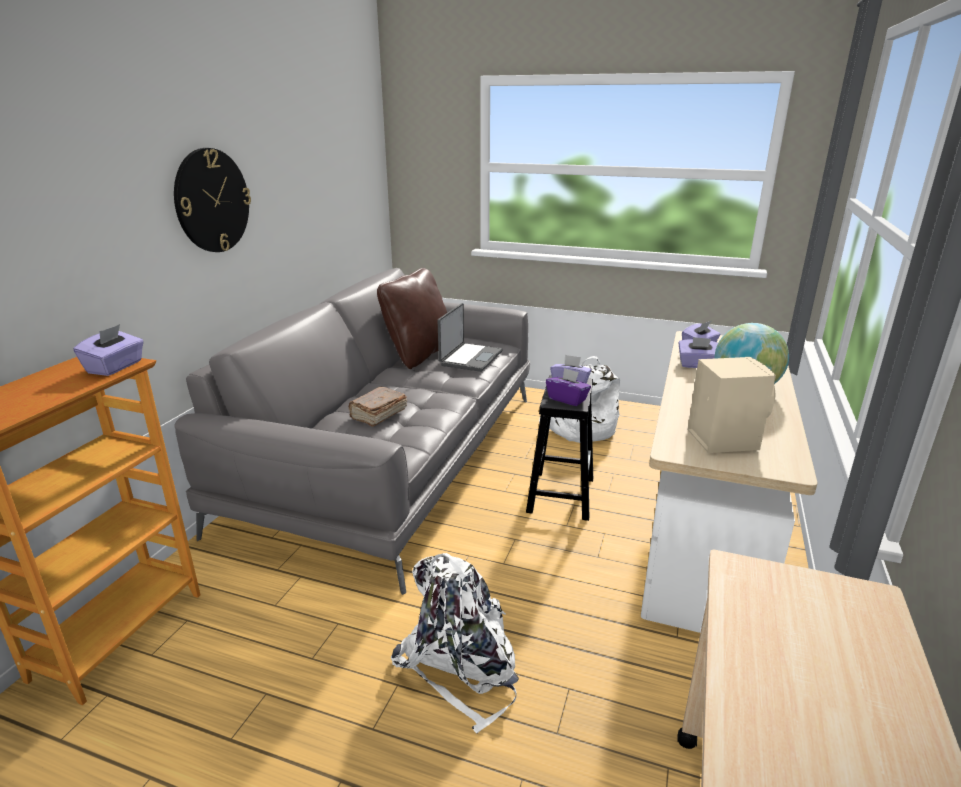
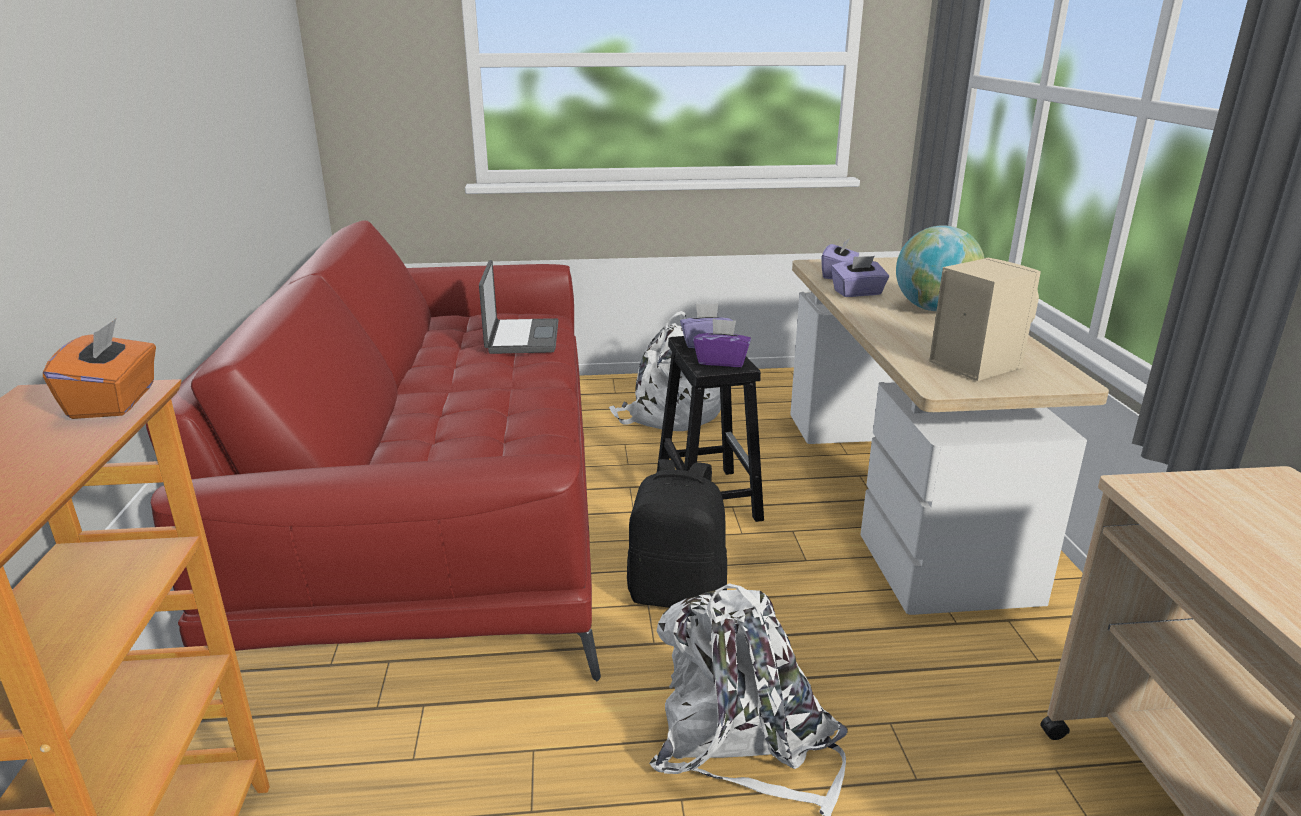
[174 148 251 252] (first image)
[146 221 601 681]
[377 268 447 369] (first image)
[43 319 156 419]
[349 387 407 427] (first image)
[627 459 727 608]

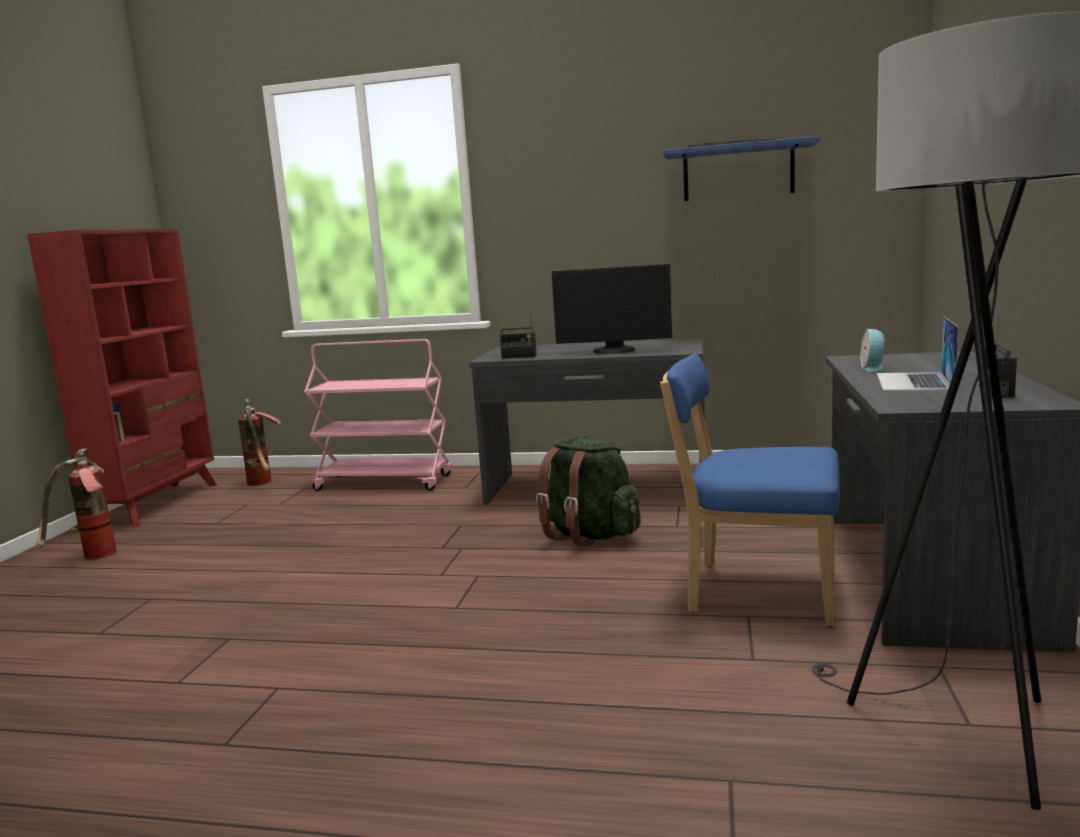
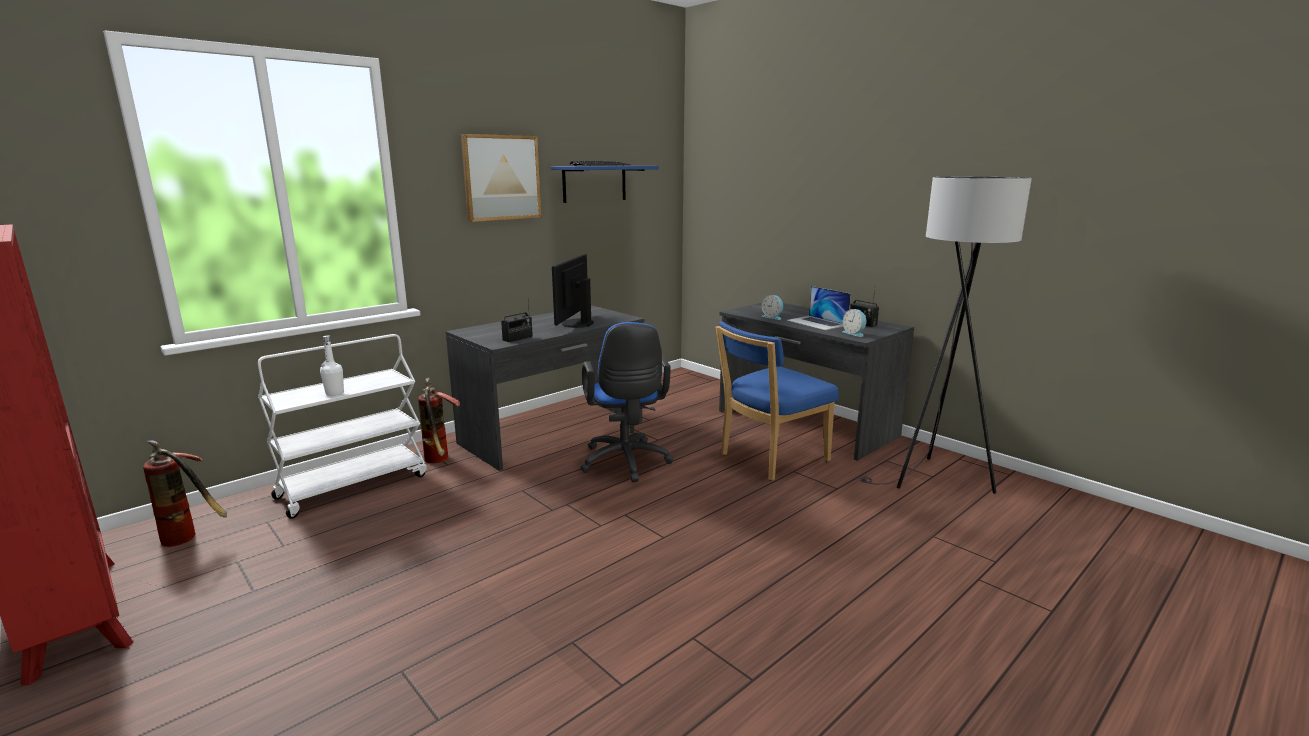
[552 254 594 328]
[258 334 427 519]
[580 322 673 482]
[418 378 460 463]
[461 134 541 222]
[842 309 866 337]
[320 335 344 396]

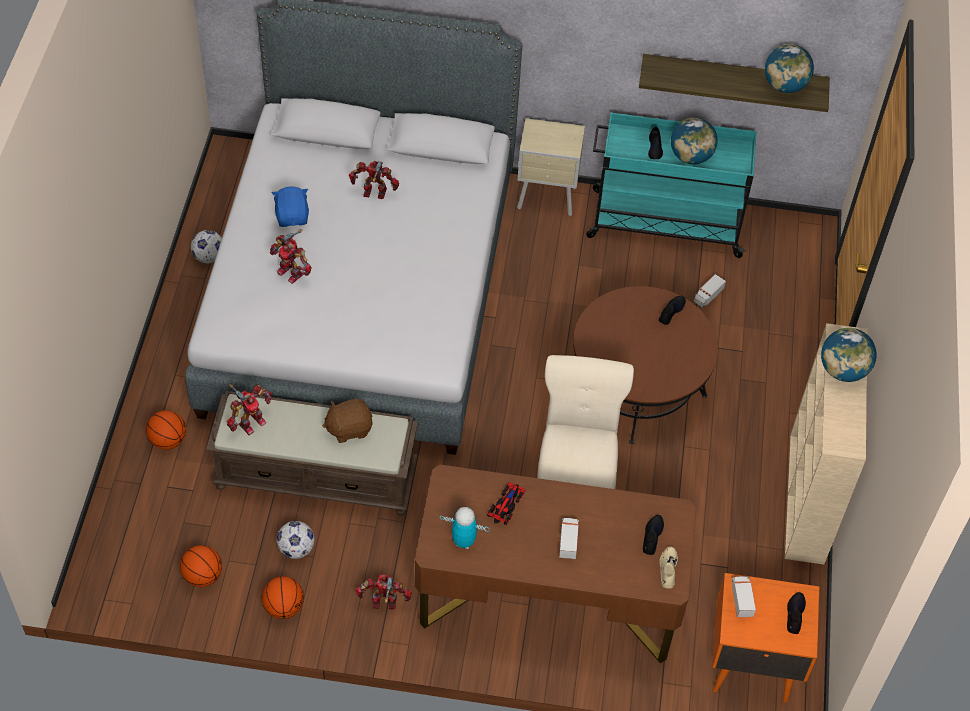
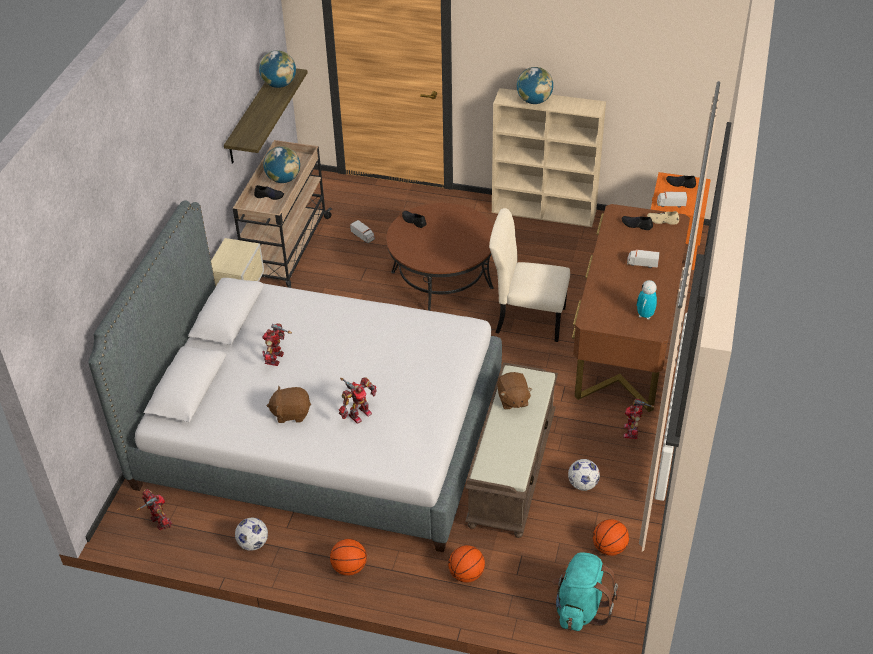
[233 140 332 288]
[267 385 311 423]
[137 489 172 530]
[487 482 526 525] (first image)
[330 539 367 576]
[553 552 618 631]

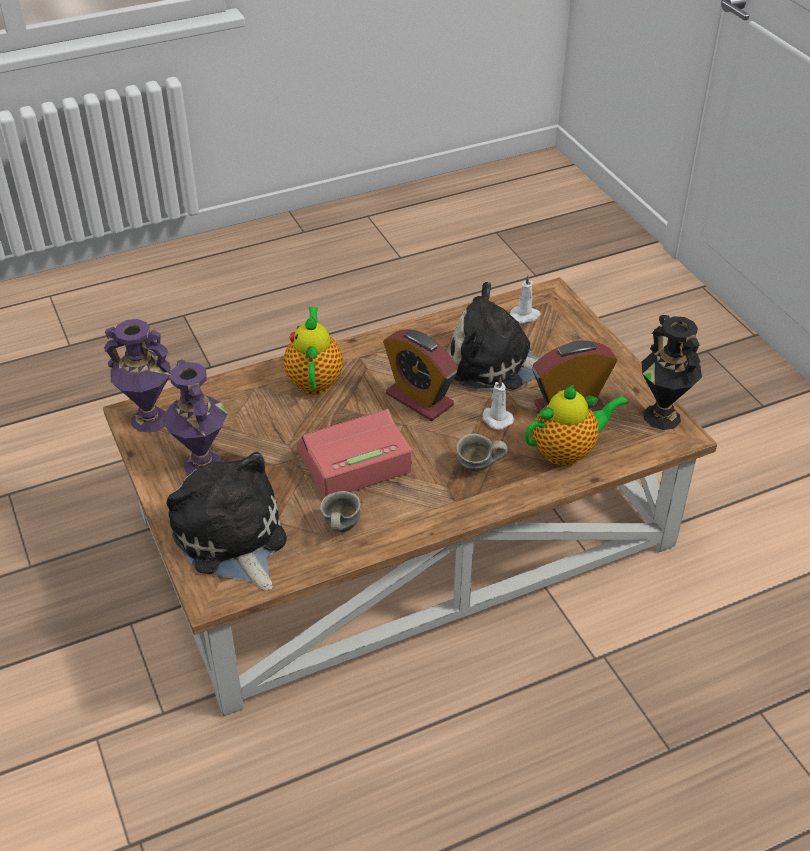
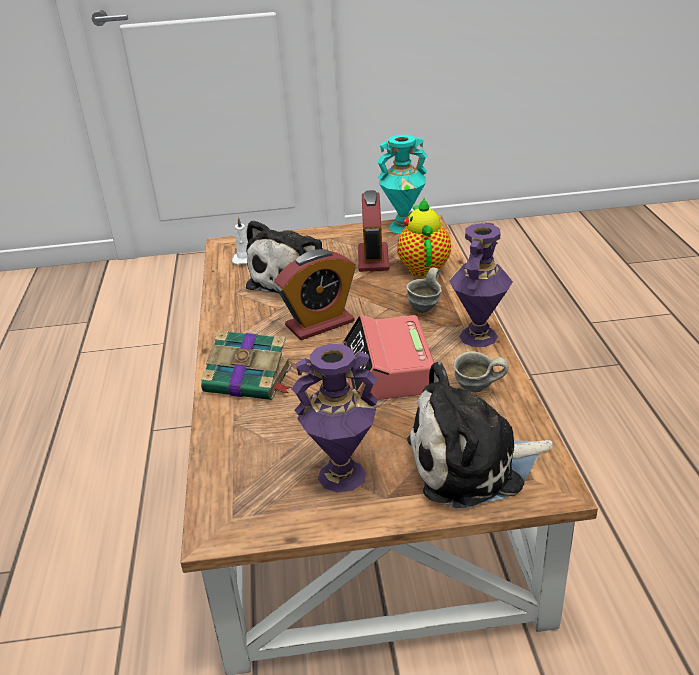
[201 330 292 400]
[377 135 427 233]
[449 223 513 347]
[482 376 514 430] (first image)

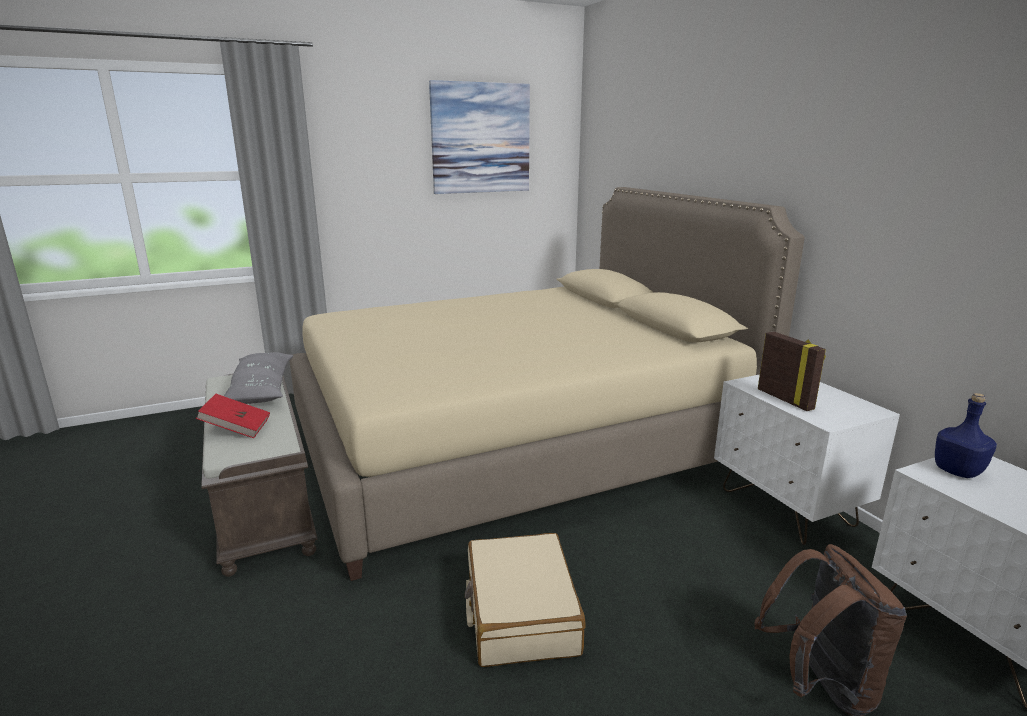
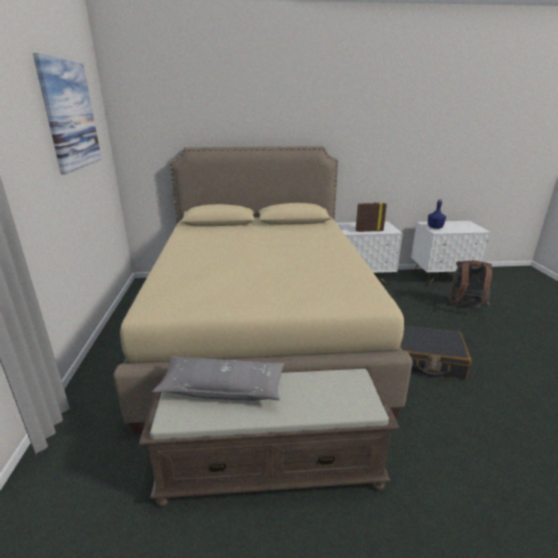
[196 394 270 438] (first image)
[400 325 471 379]

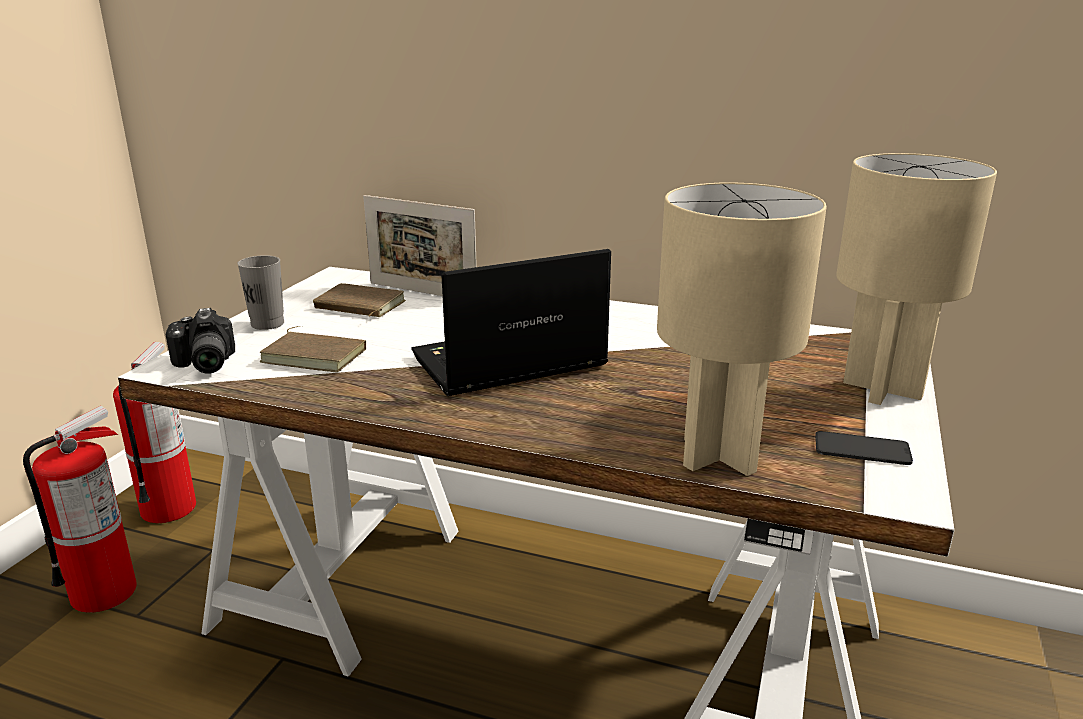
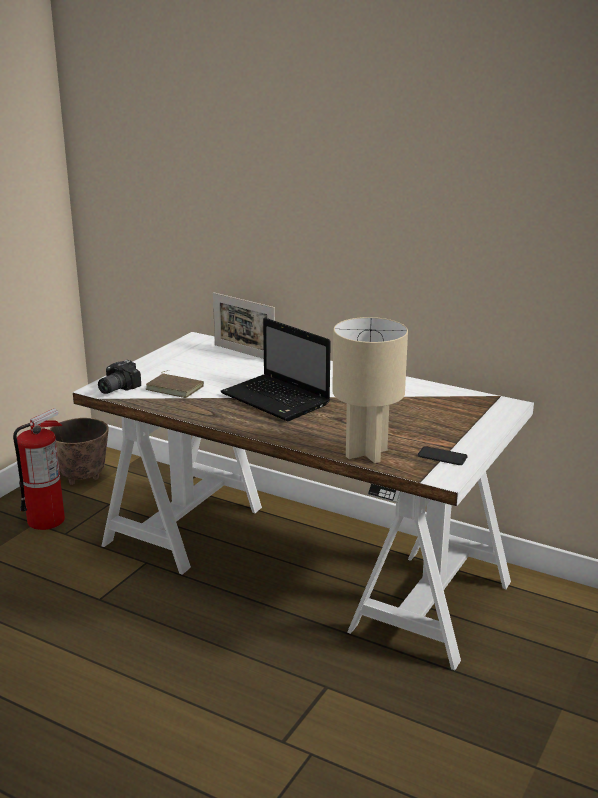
[836 153 997 405] (first image)
[220 318 331 421]
[237 255 284 330] (first image)
[313 283 406 317] (first image)
[98 360 141 394]
[49 418 109 485]

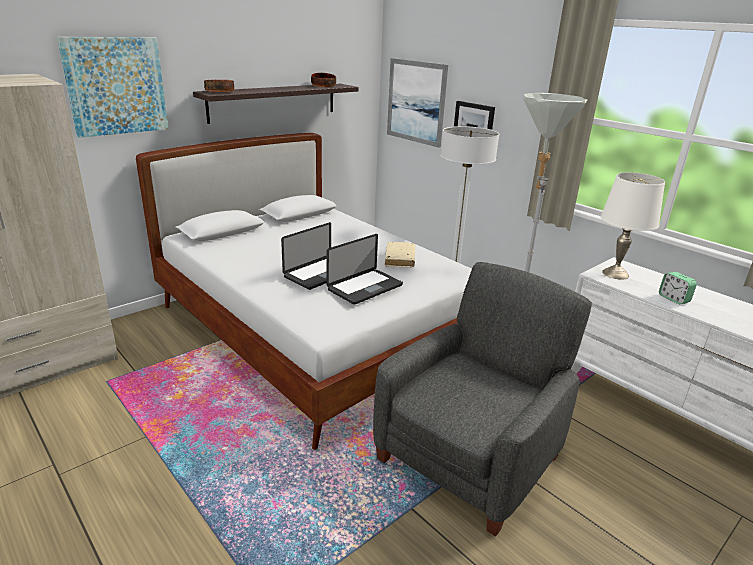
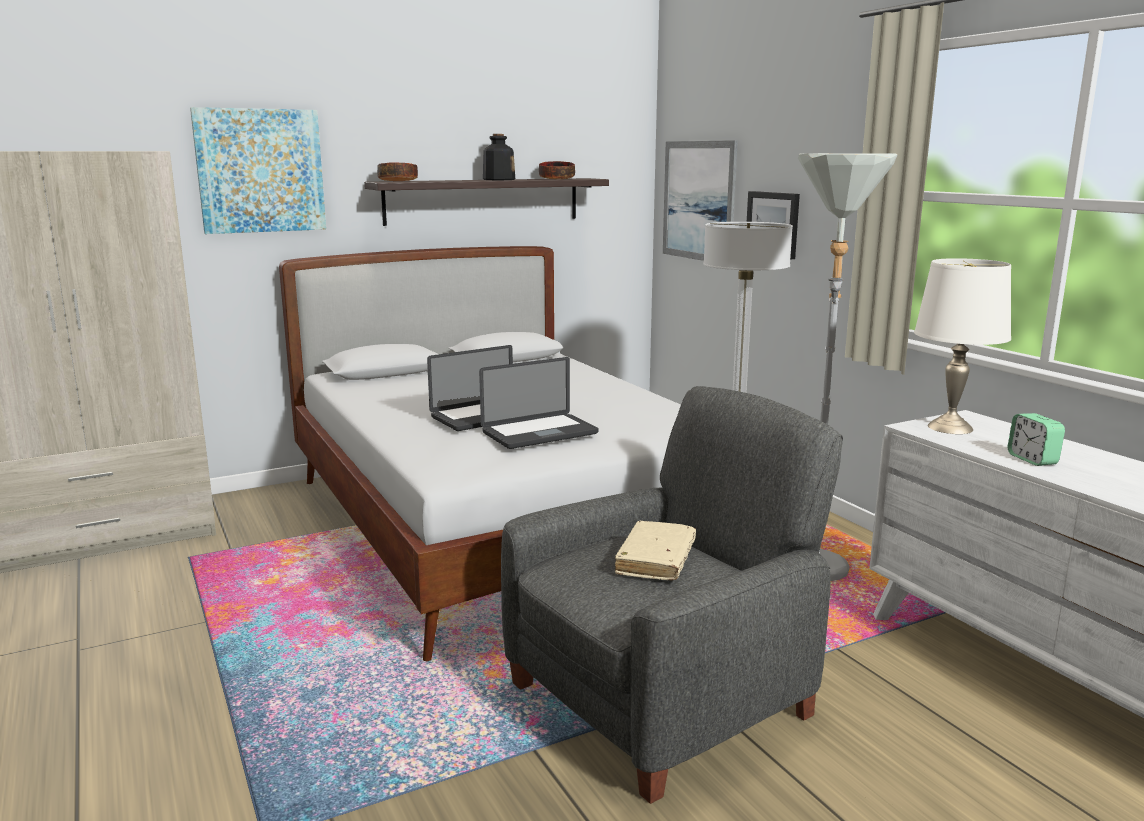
[615 521 696 580]
[483 134 515 180]

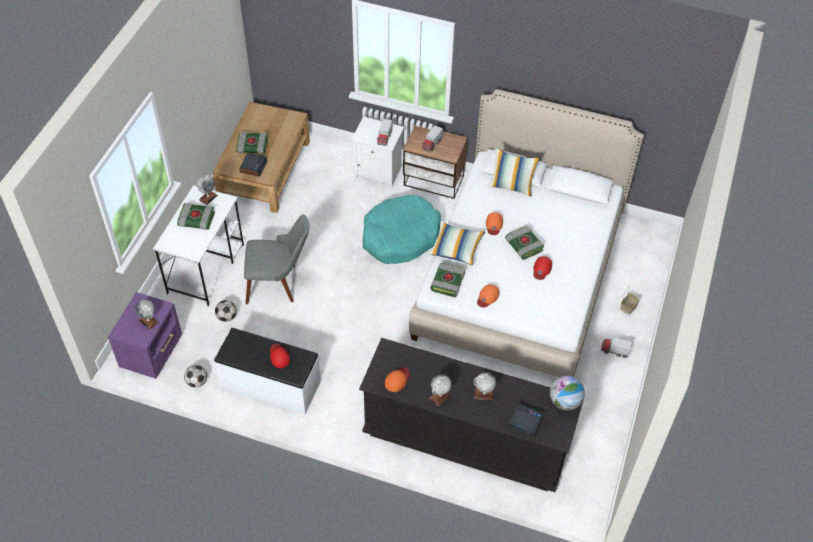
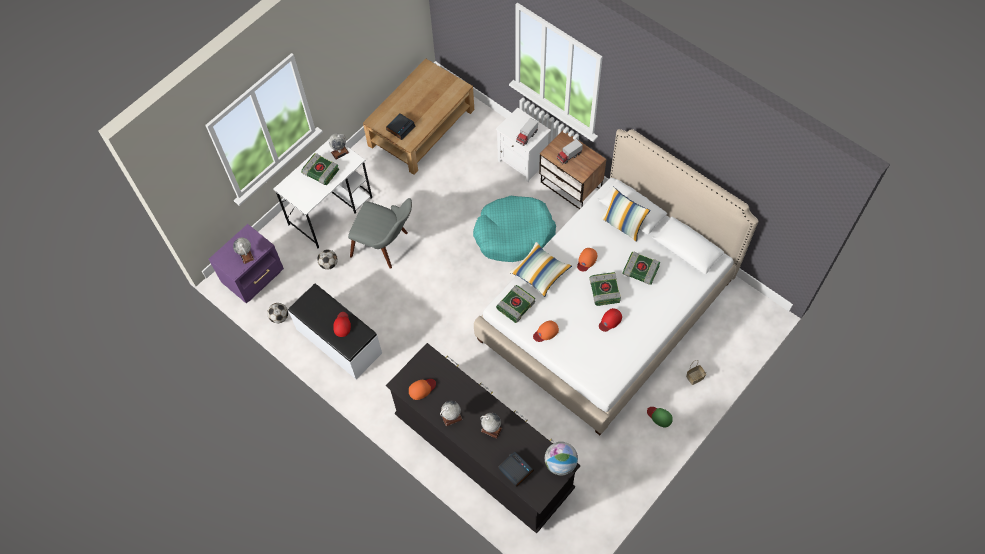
[622 251 660 285]
[647 407 673 427]

